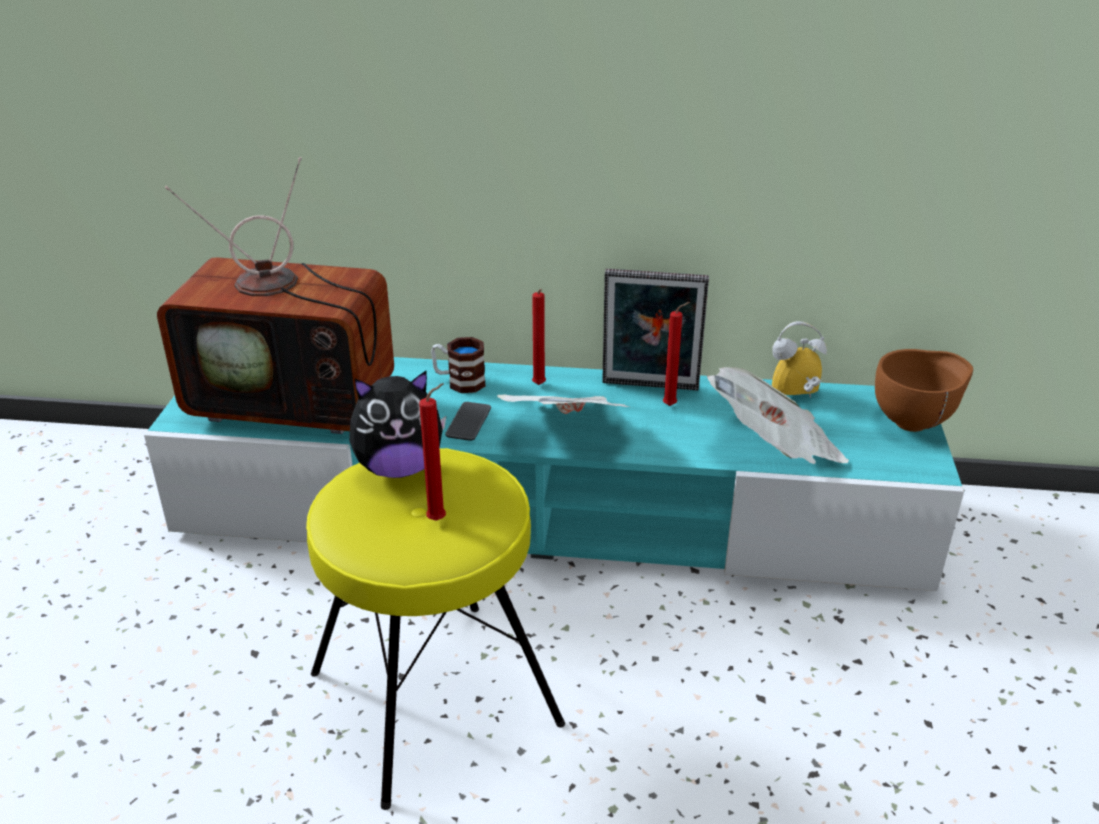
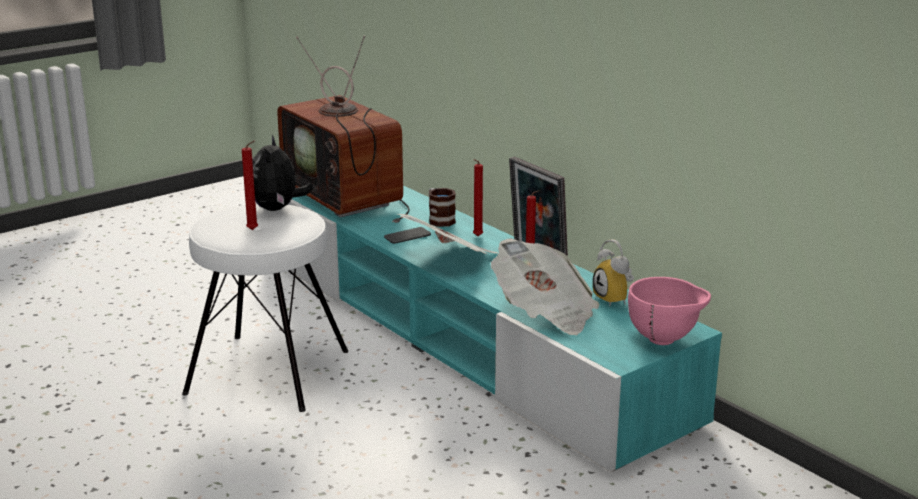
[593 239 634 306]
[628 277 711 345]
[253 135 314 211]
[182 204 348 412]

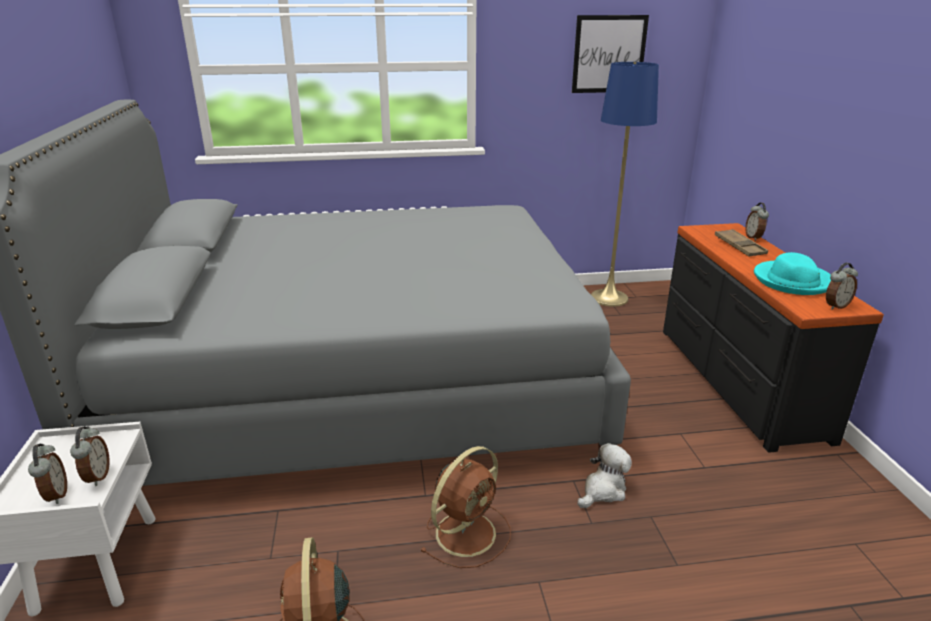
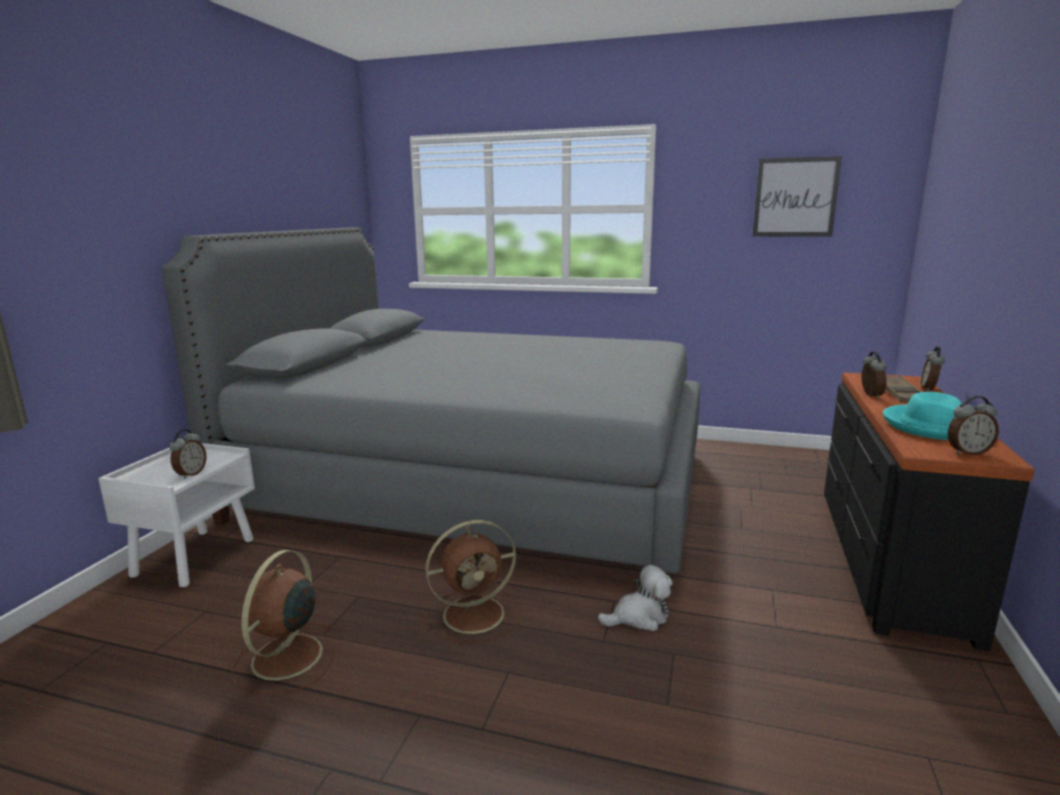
[591 62 659 307] (first image)
[861 352 887 399]

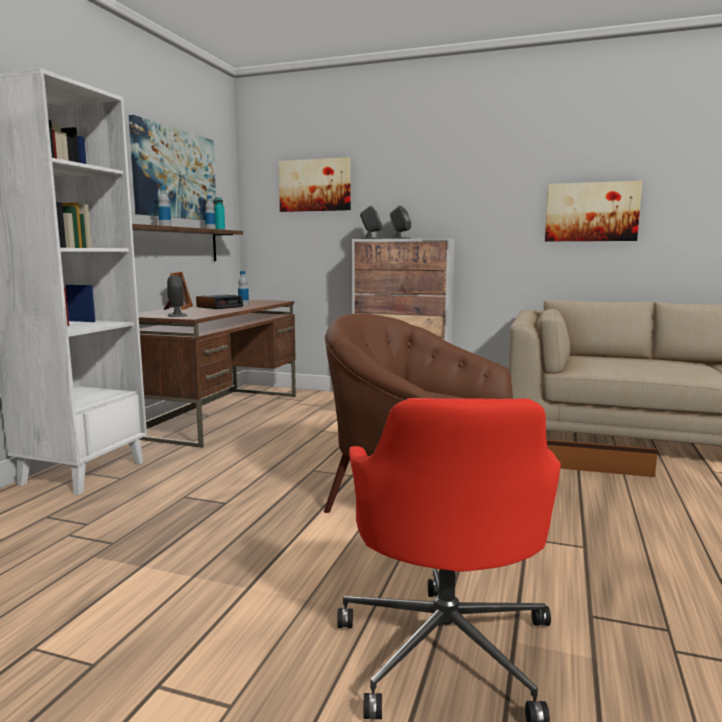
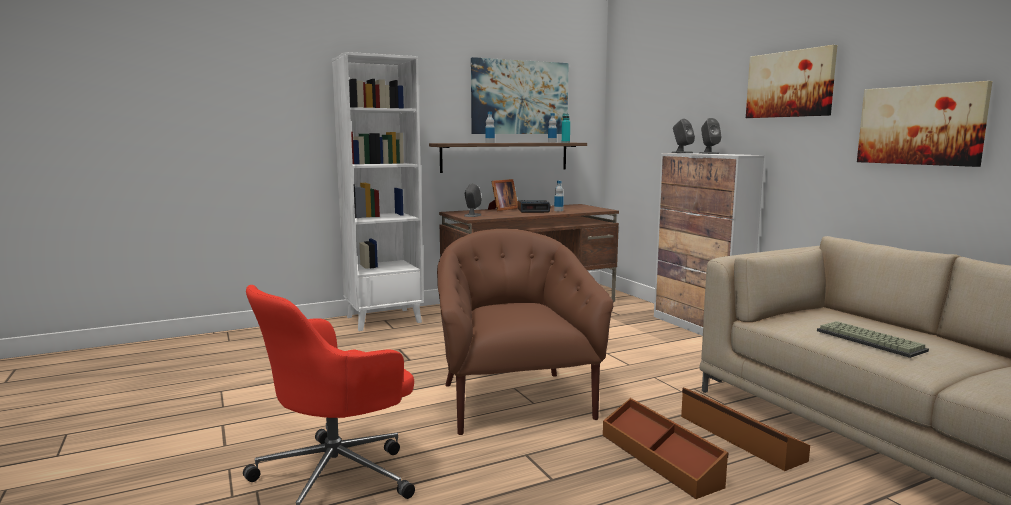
[746 45 837 118]
[817 321 929 358]
[603 398 728 499]

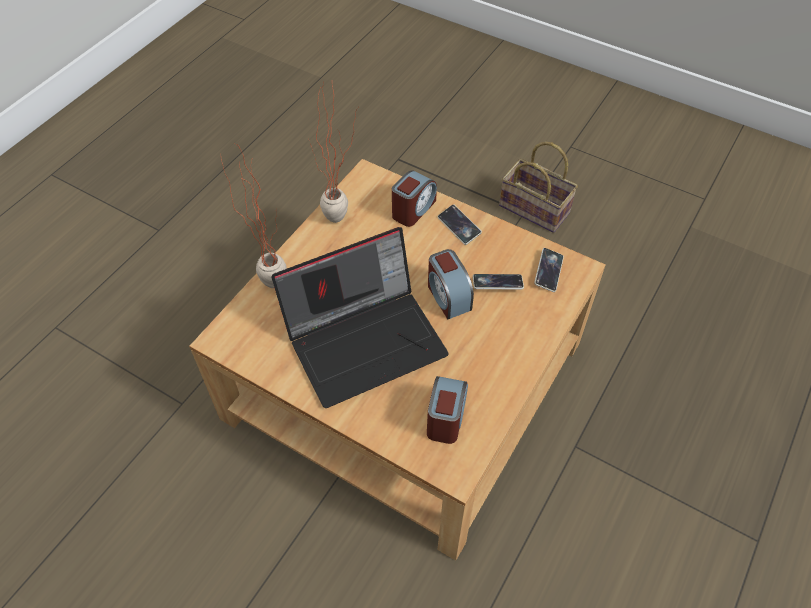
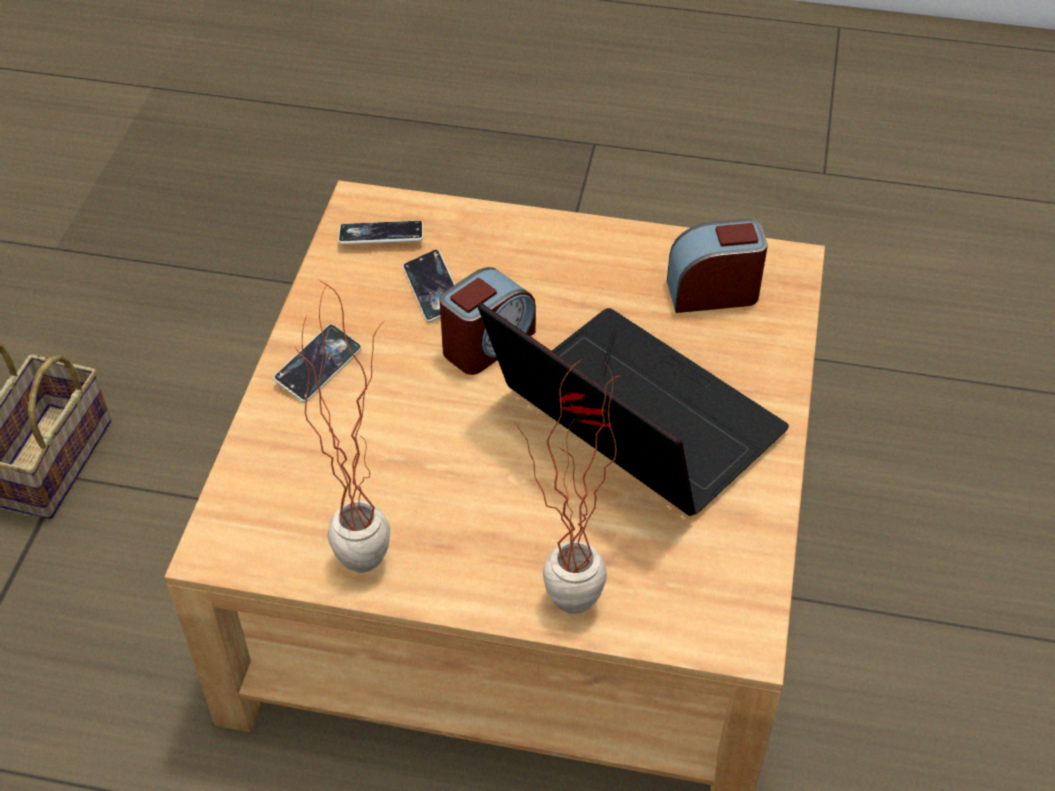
[392 170 437 227] (first image)

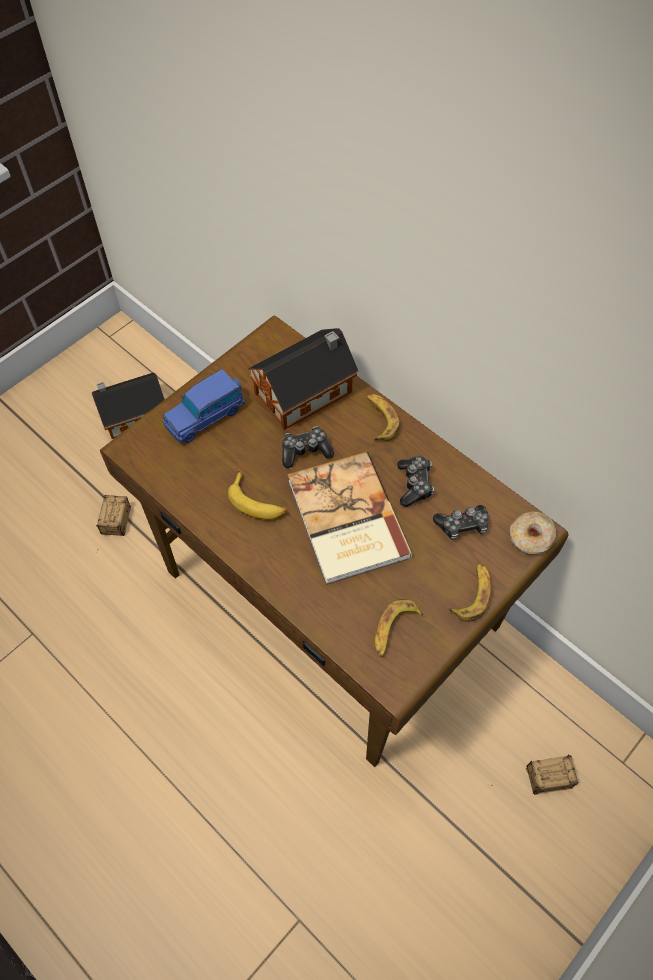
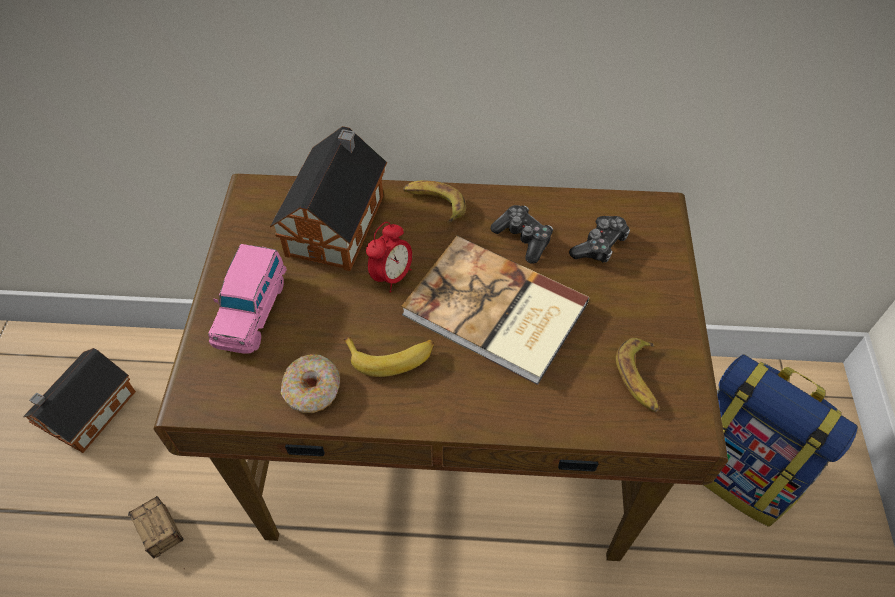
[208 244 287 354]
[366 222 412 293]
[281 354 340 413]
[448 563 492 622] (first image)
[704 354 858 527]

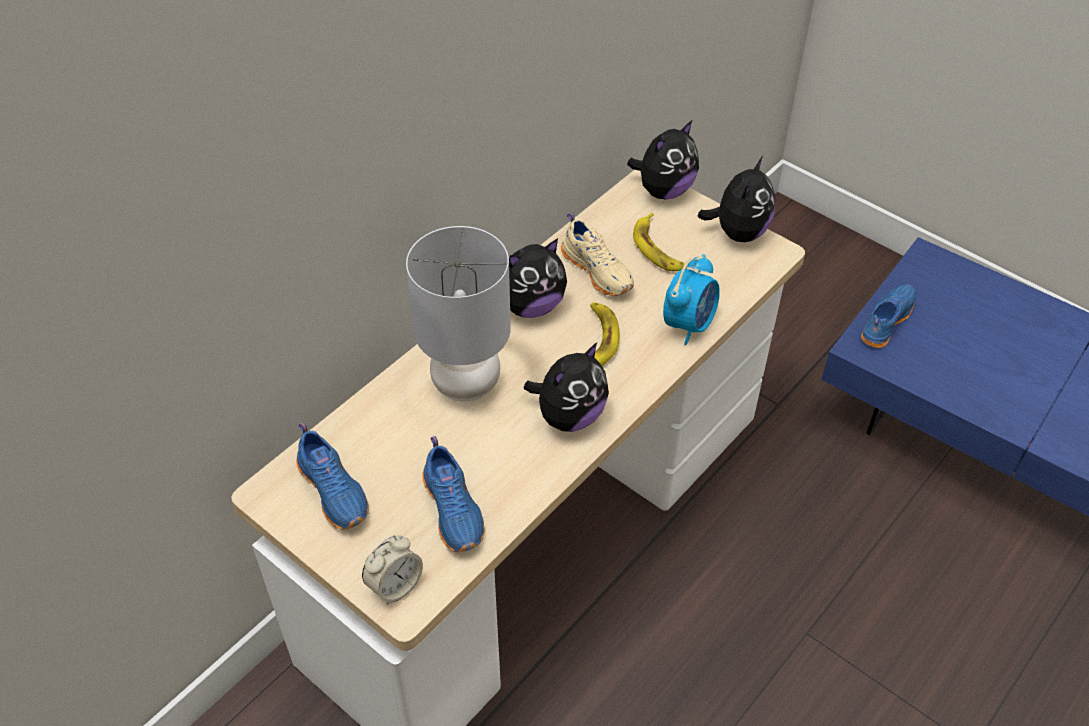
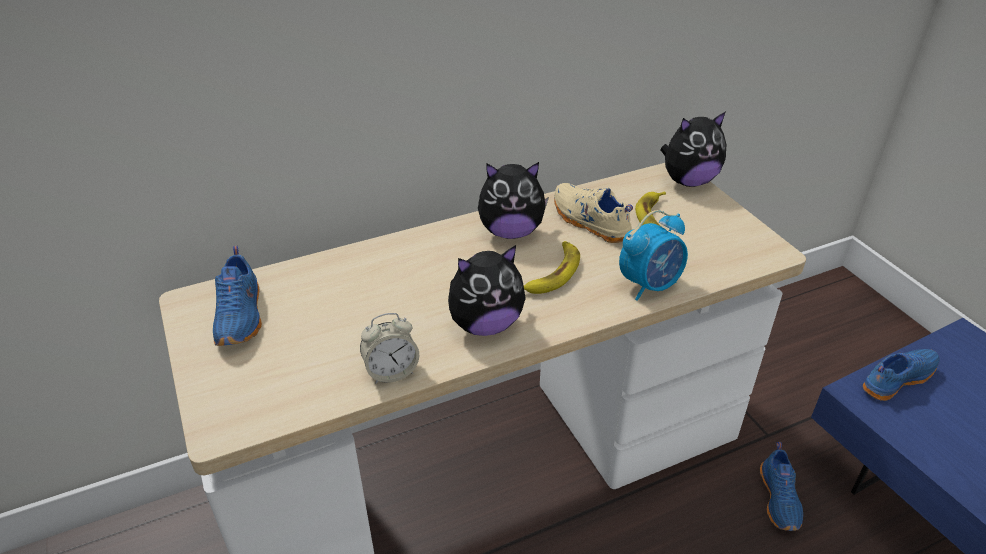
[698 156 775 242] (first image)
[554 183 633 243]
[406 226 511 401] (first image)
[760 442 803 531]
[360 313 419 384]

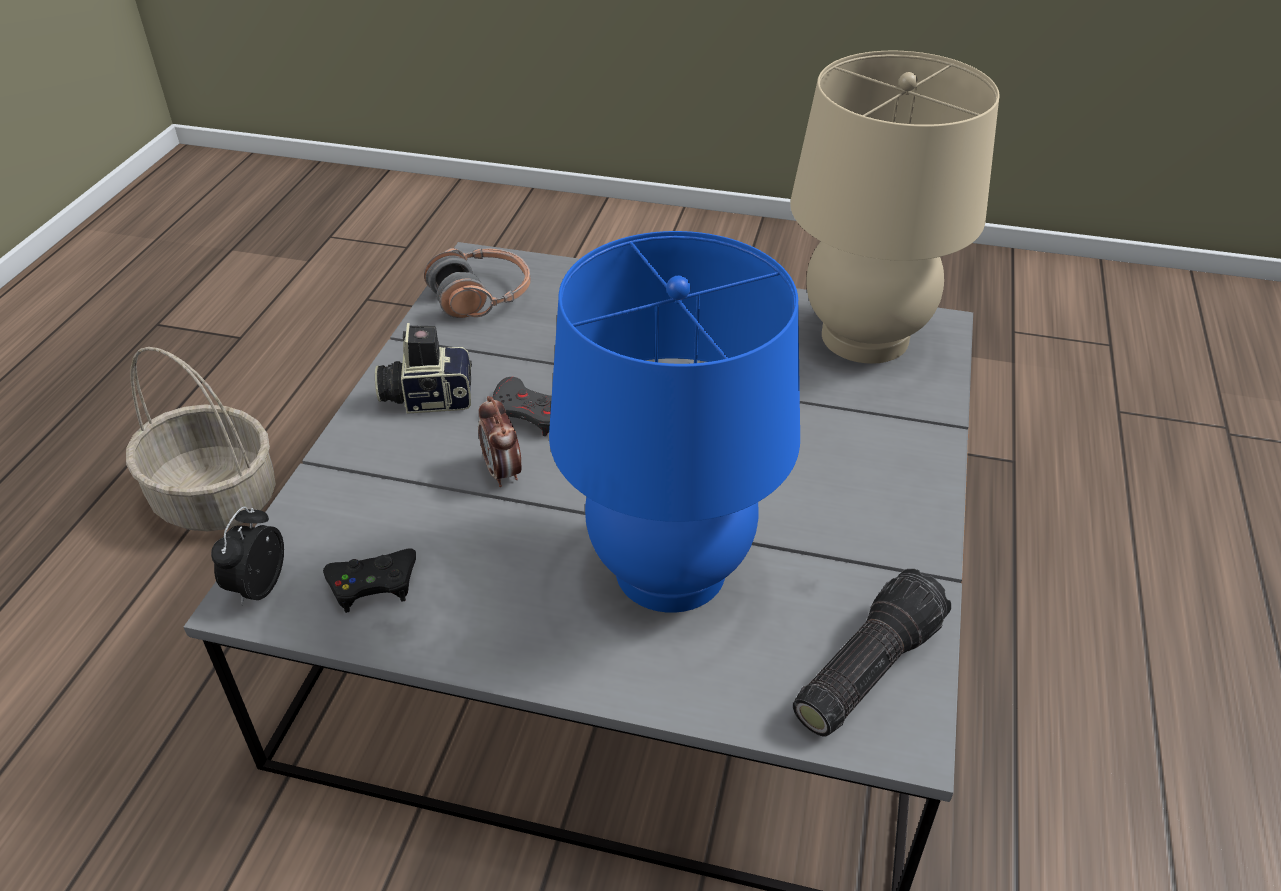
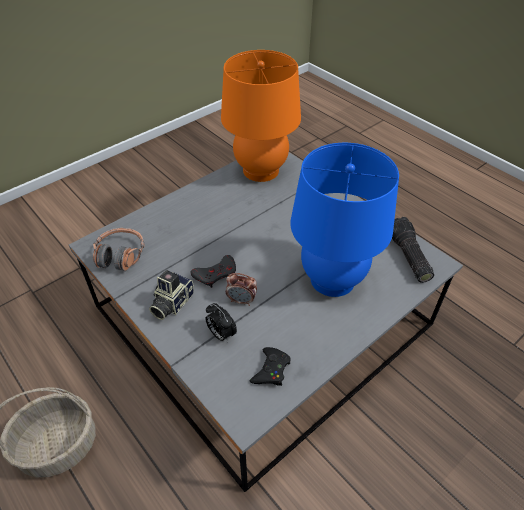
[221 50 301 182]
[206 303 237 343]

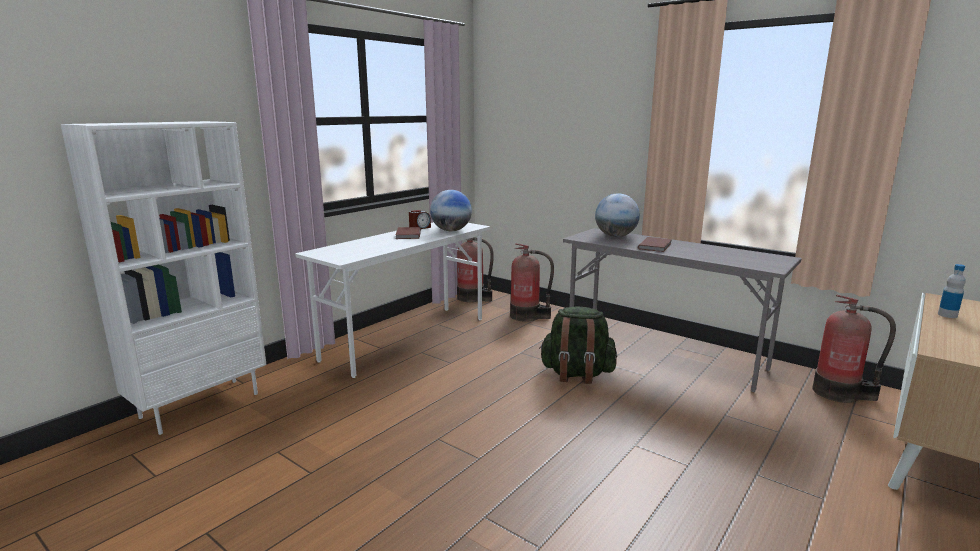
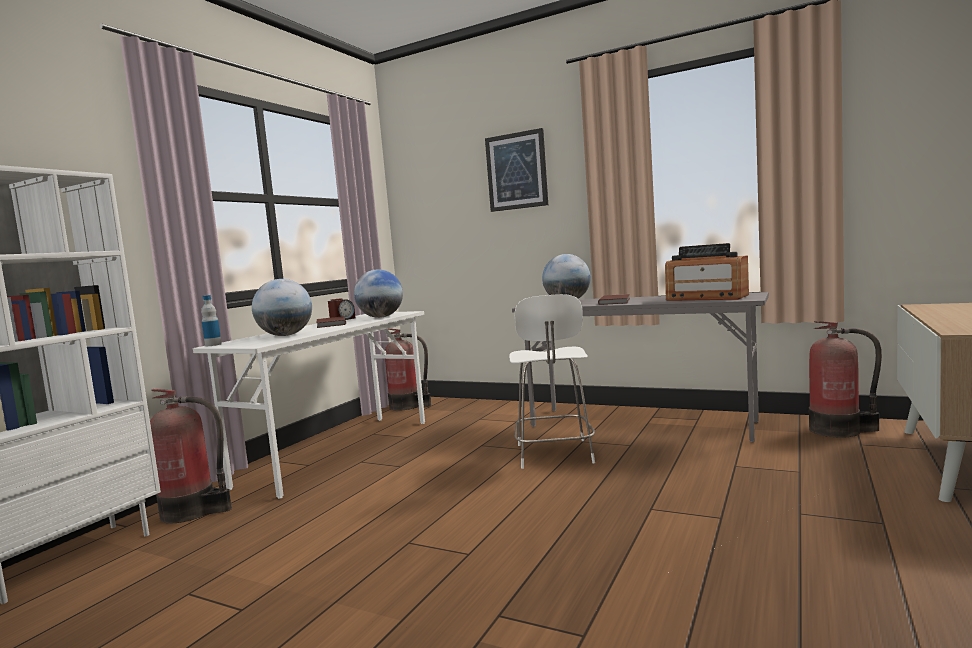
[150 389 232 523]
[201 295 221 346]
[509 294 595 469]
[485 128 548 212]
[665 243 749 301]
[252 279 312 336]

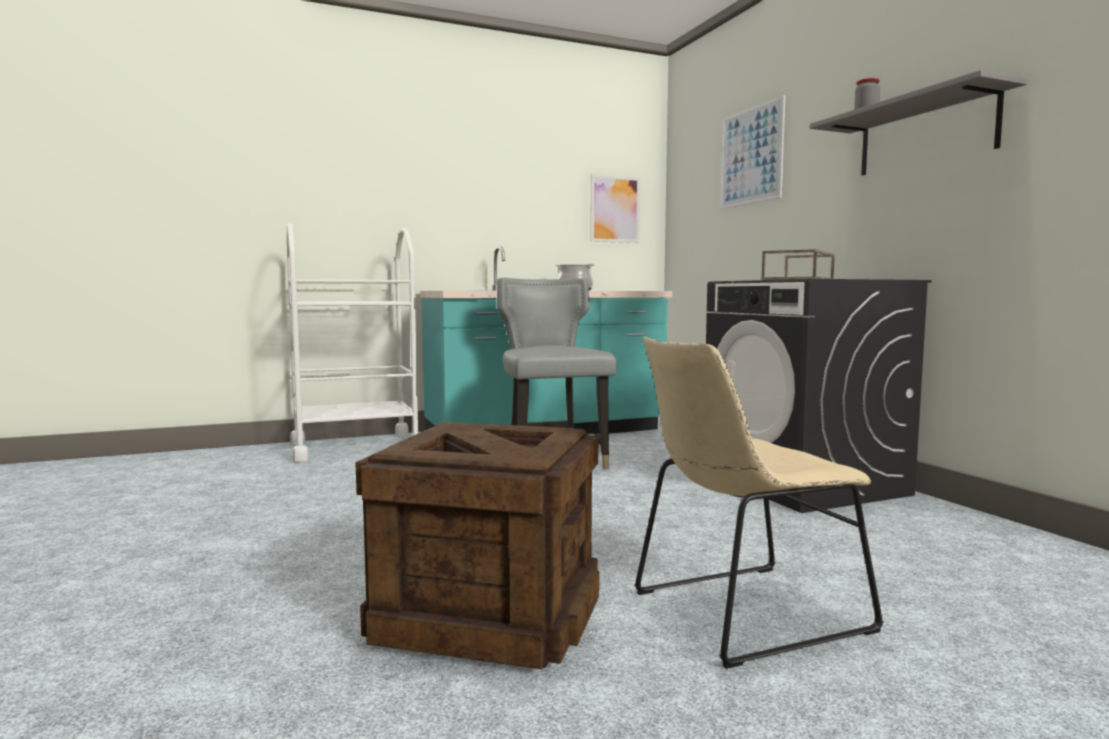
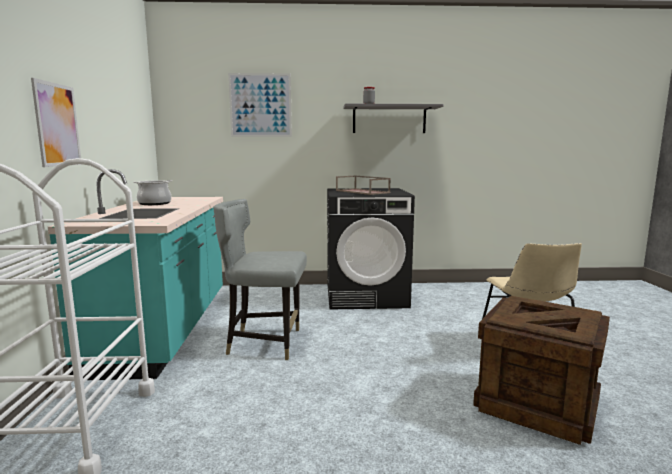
[31 78 82 167]

